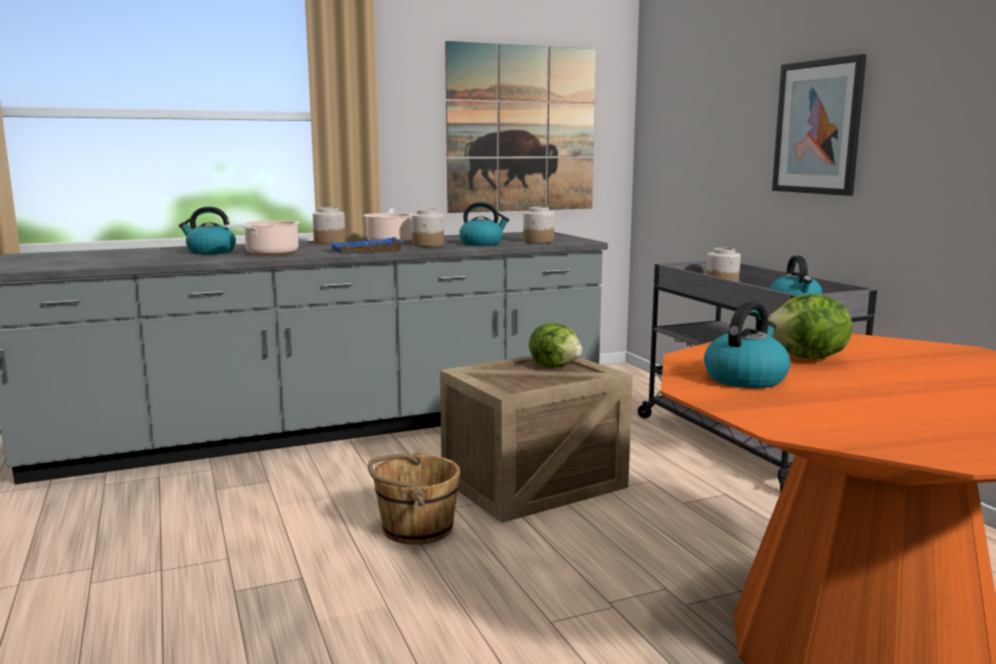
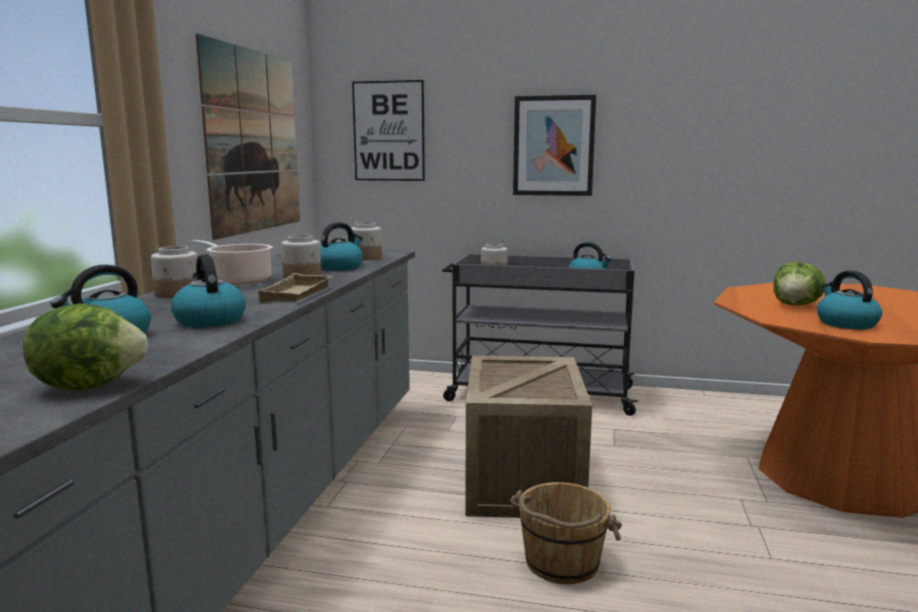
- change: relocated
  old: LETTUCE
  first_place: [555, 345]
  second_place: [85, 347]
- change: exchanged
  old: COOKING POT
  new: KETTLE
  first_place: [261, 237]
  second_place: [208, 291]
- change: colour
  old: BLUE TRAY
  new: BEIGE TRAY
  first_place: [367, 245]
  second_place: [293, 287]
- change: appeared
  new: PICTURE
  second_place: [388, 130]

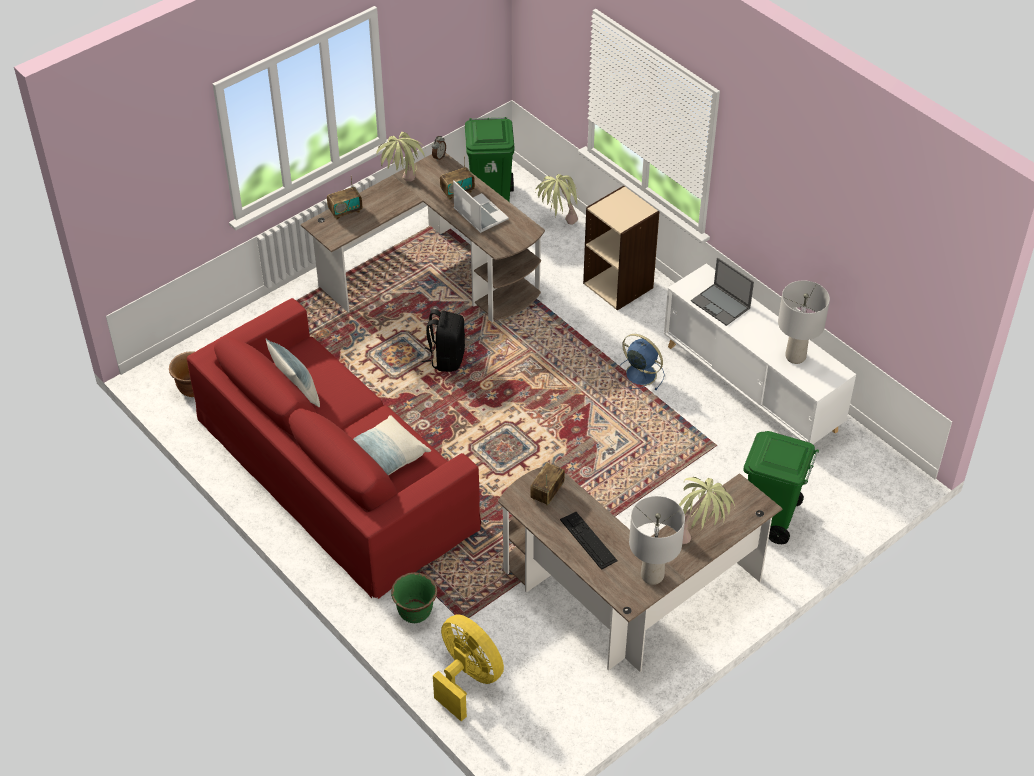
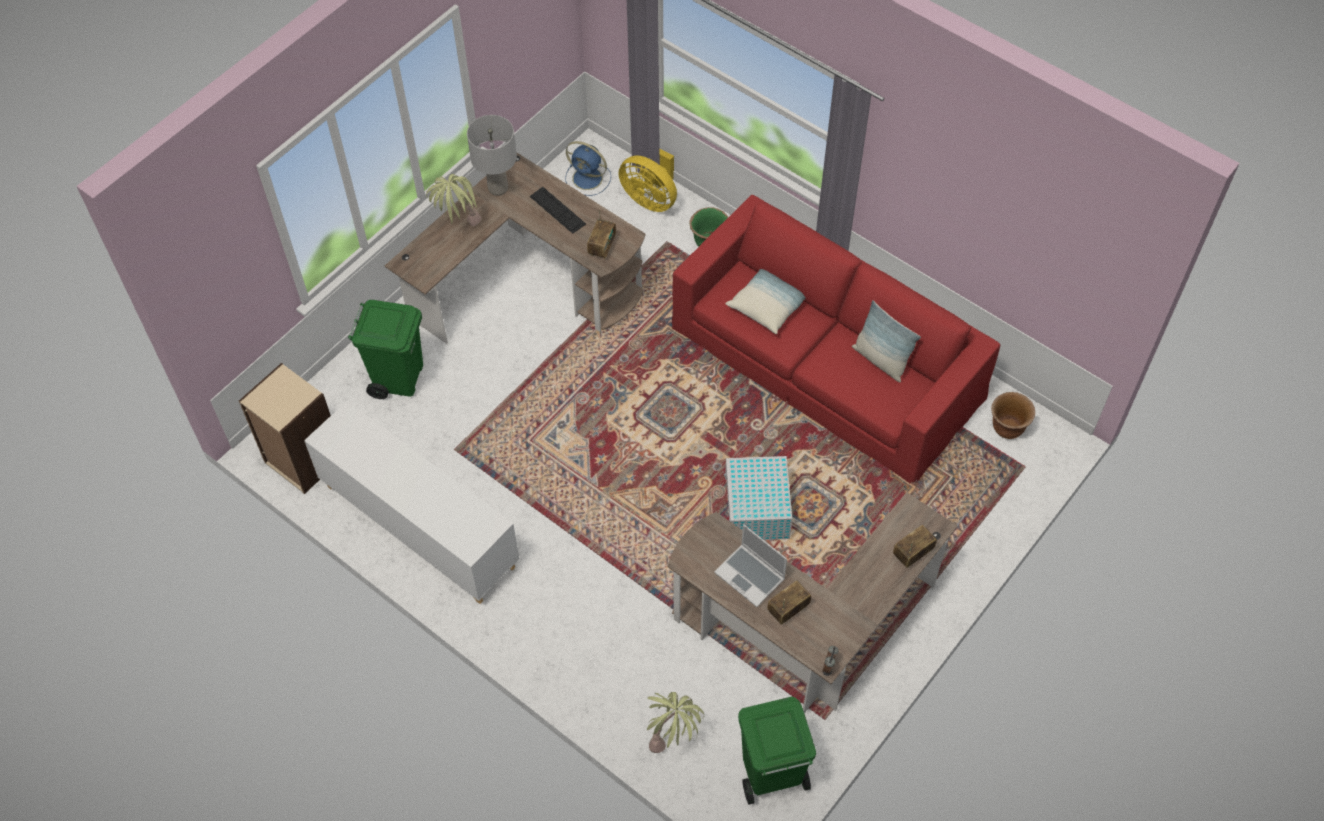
- change: relocated
  old: BEIGE BOOKCASE
  first_place: [621, 248]
  second_place: [285, 428]
- change: relocated
  old: BLUE FAN
  first_place: [642, 362]
  second_place: [588, 168]
- change: exchanged
  old: BLACK BACKPACK
  new: WHITE STORAGE BOX
  first_place: [443, 340]
  second_place: [758, 498]
- change: missing
  old: POTTED PLANT
  first_place: [400, 157]
- change: missing
  old: LAPTOP
  first_place: [722, 292]
- change: missing
  old: GREY TABLE LAMP
  first_place: [804, 322]

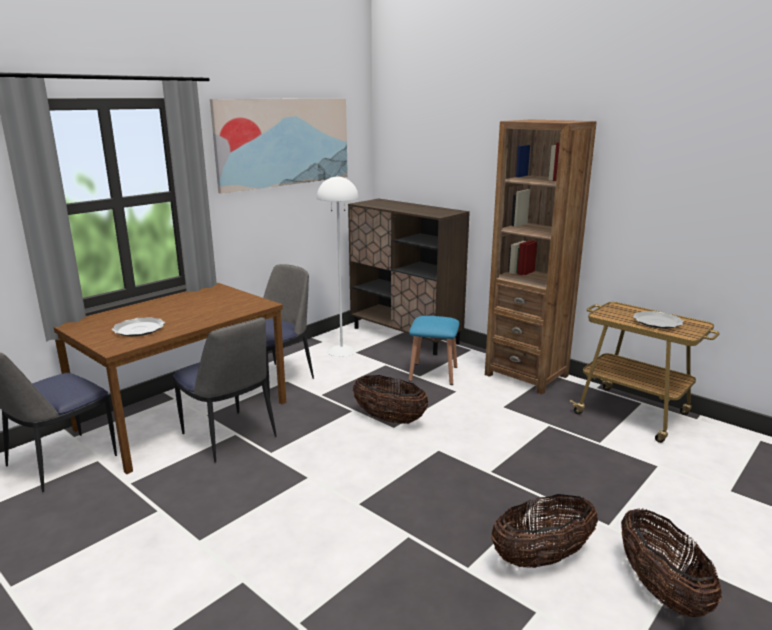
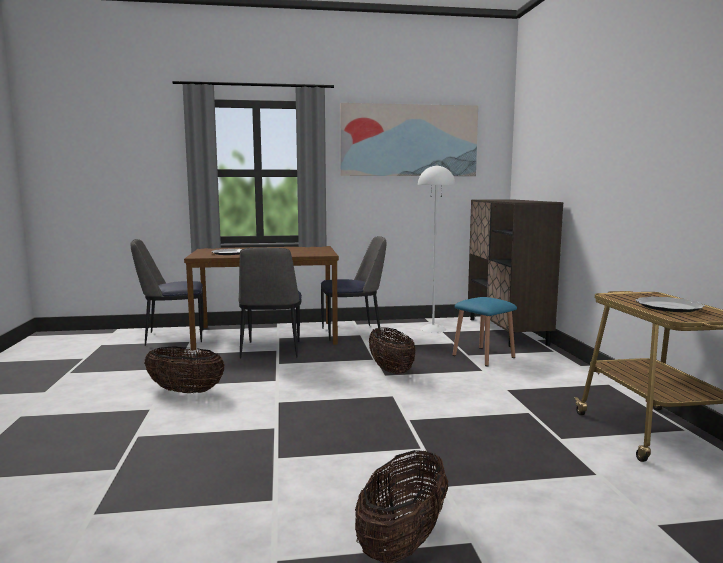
- change: relocated
  old: BASKET
  first_place: [545, 531]
  second_place: [184, 369]
- change: missing
  old: BROWN BOOKCASE
  first_place: [541, 256]

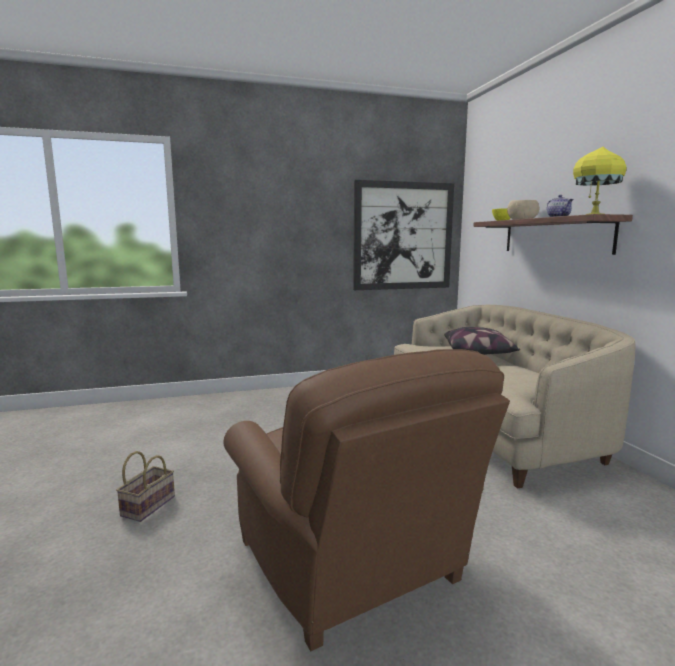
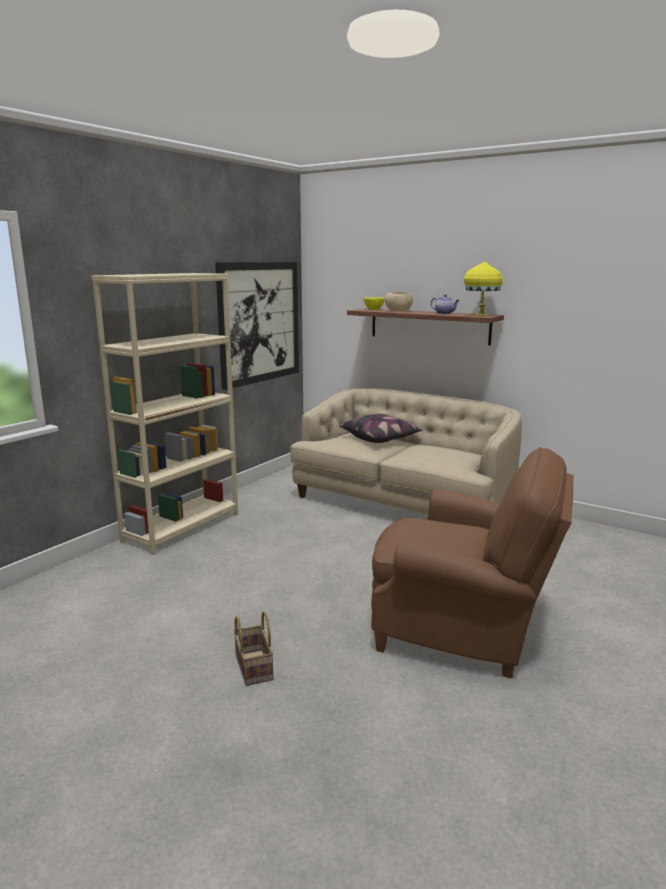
- change: appeared
  new: BEIGE BOOKCASE
  second_place: [164, 414]

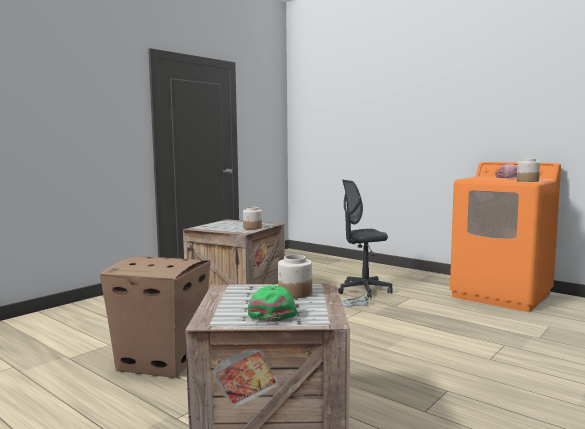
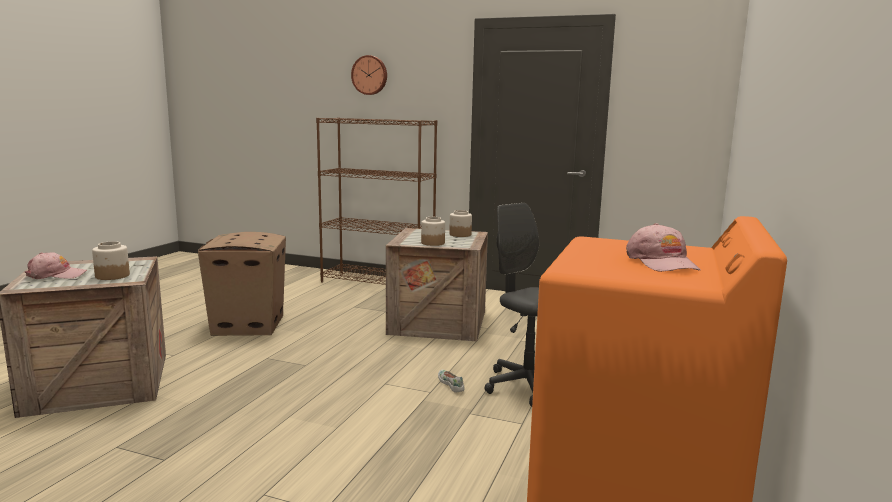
- change: colour
  old: GREEN CAP
  new: PINK CAP
  first_place: [272, 303]
  second_place: [56, 265]
- change: appeared
  new: BROWN BOOKCASE
  second_place: [376, 201]
- change: appeared
  new: WALL CLOCK
  second_place: [369, 75]
- change: relocated
  old: JAR
  first_place: [528, 170]
  second_place: [460, 223]

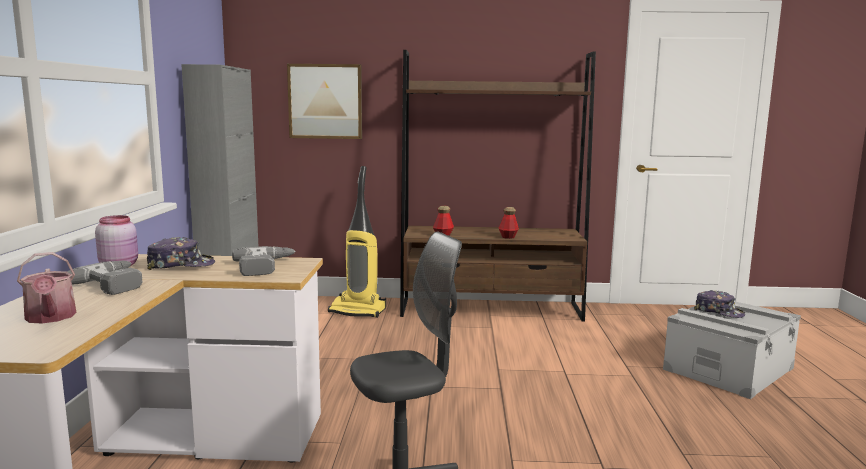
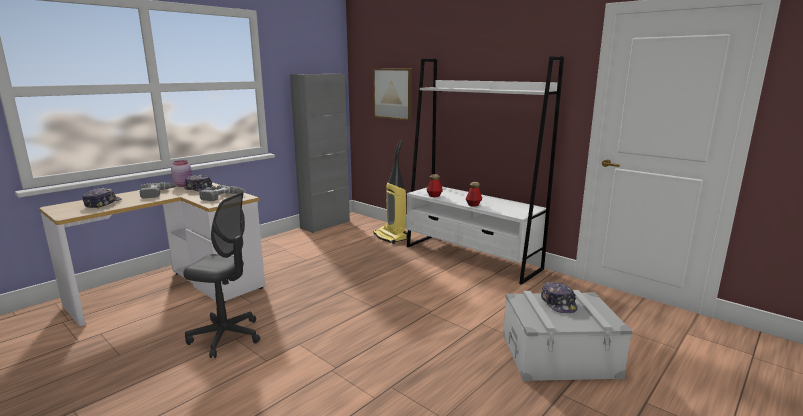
- change: exchanged
  old: WATERING CAN
  new: CAP
  first_place: [46, 288]
  second_place: [102, 198]
- change: colour
  old: BROWN BOOKCASE
  new: WHITE BOOKCASE
  first_place: [498, 185]
  second_place: [485, 170]

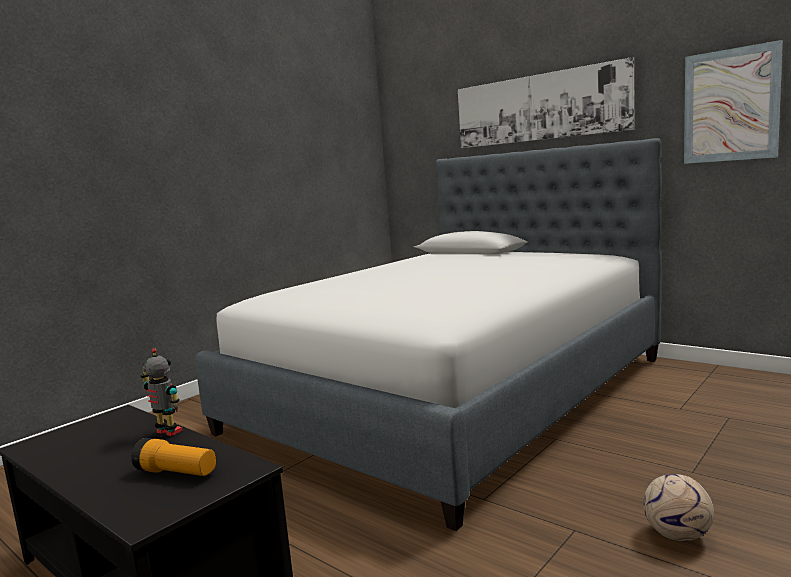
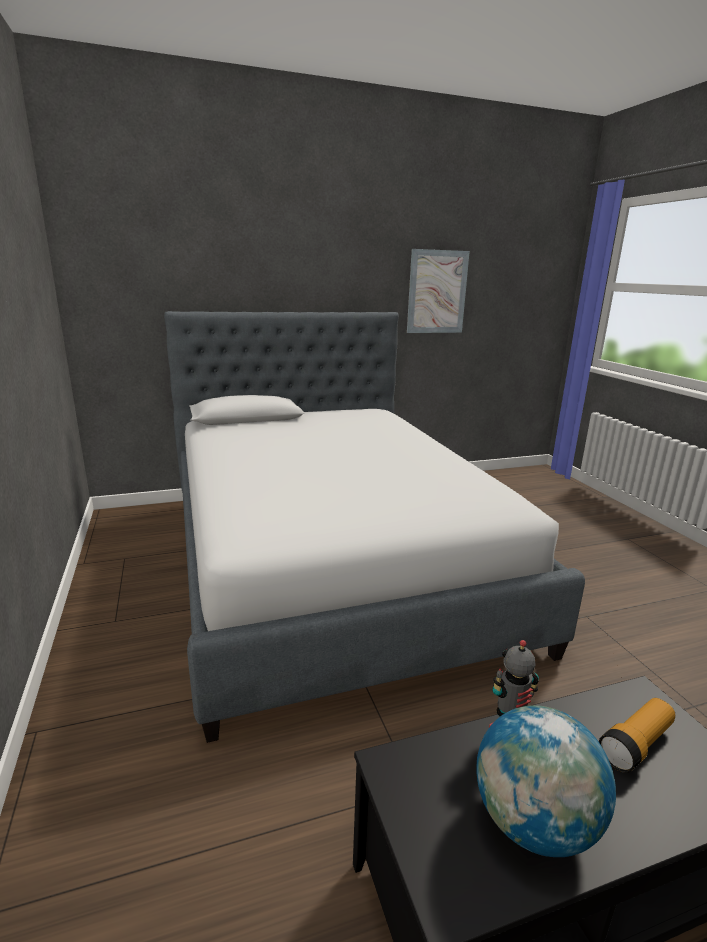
- change: appeared
  new: GLOBE
  second_place: [546, 781]
- change: missing
  old: PICTURE
  first_place: [546, 102]
- change: missing
  old: FOOTBALL
  first_place: [678, 507]

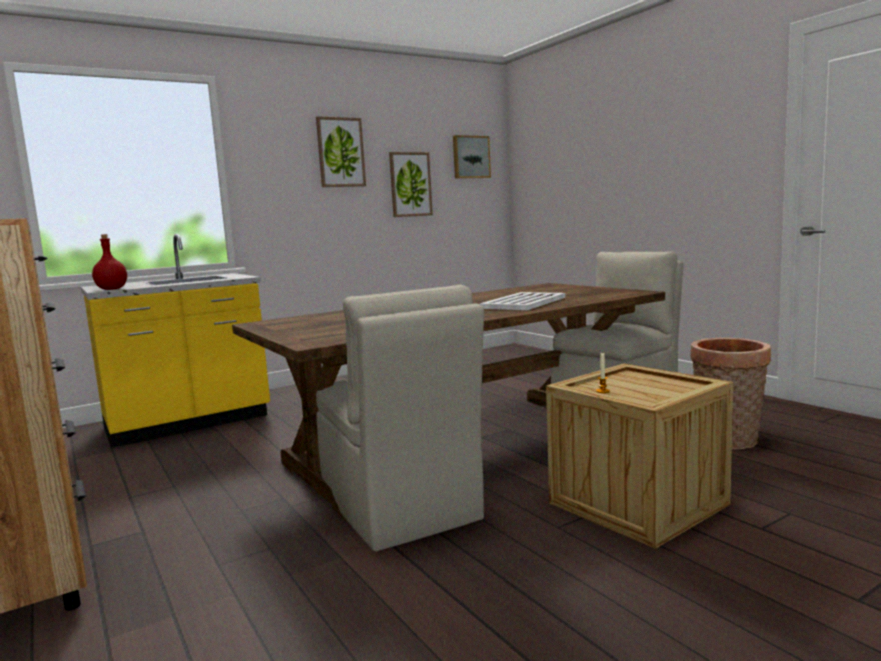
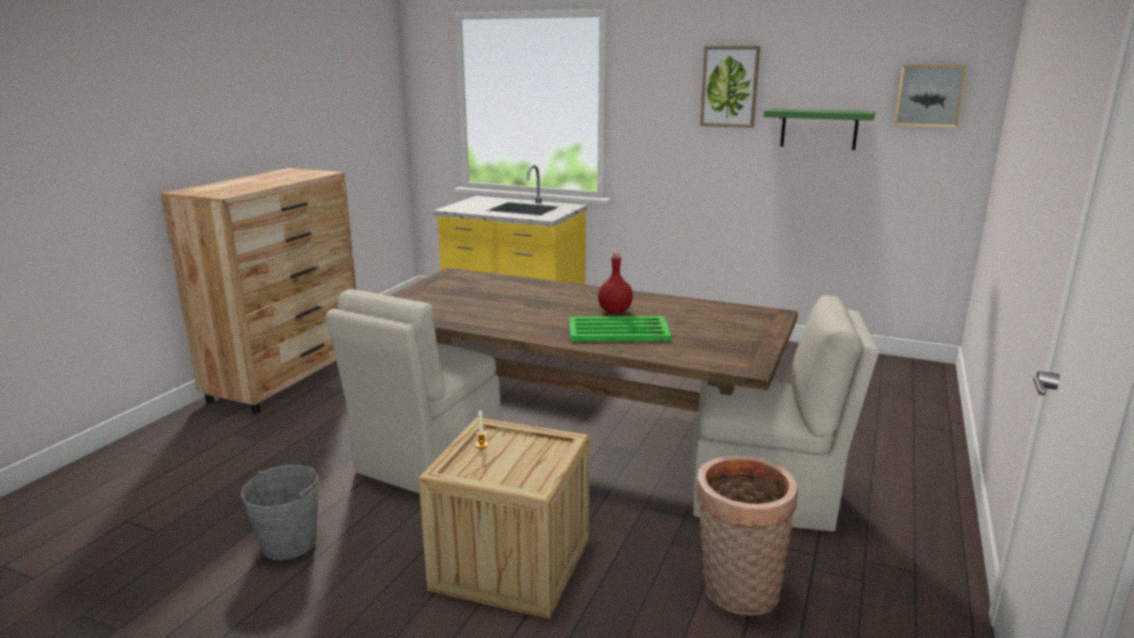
- change: appeared
  new: GREY BUCKET
  second_place: [280, 512]
- change: colour
  old: WHITE TRAY
  new: GREEN TRAY
  first_place: [522, 301]
  second_place: [620, 328]
- change: relocated
  old: RED BOTTLE
  first_place: [109, 262]
  second_place: [615, 282]
- change: exchanged
  old: PICTURE
  new: GREEN SHELF
  first_place: [411, 184]
  second_place: [819, 129]

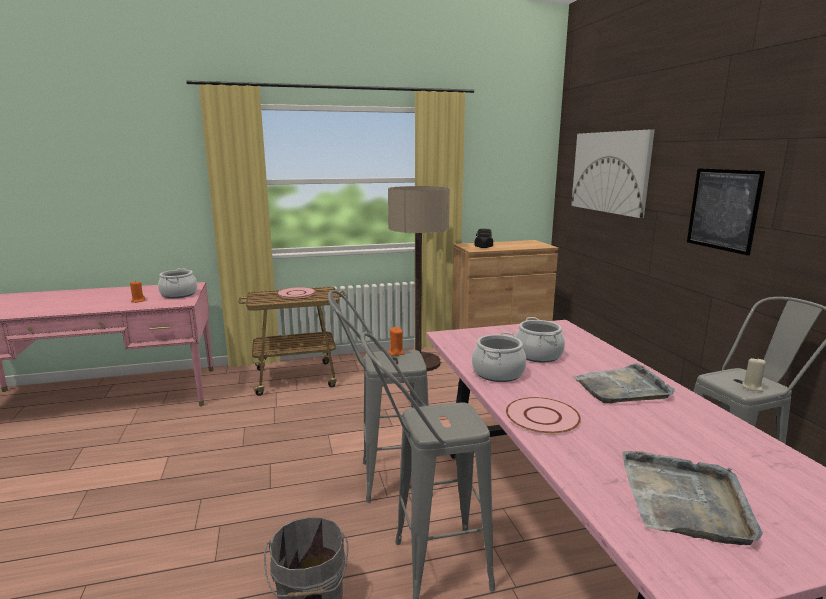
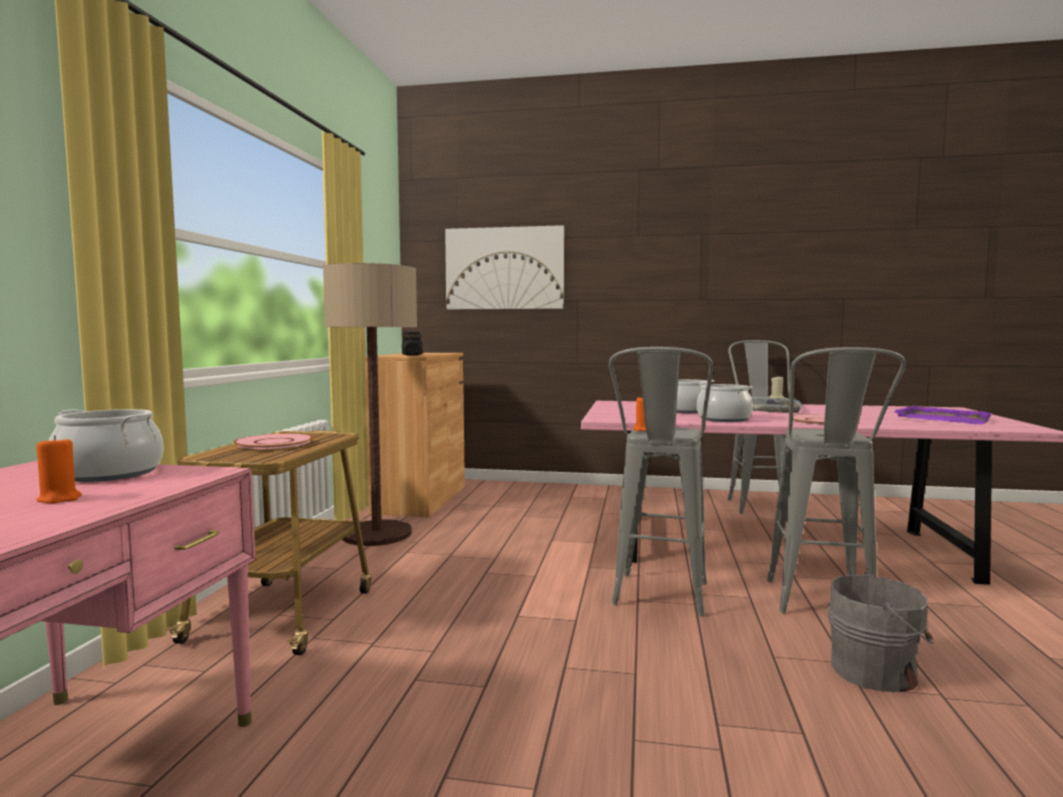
- change: colour
  old: GREY TRAY
  new: PURPLE TRAY
  first_place: [692, 498]
  second_place: [943, 414]
- change: missing
  old: PICTURE
  first_place: [726, 212]

